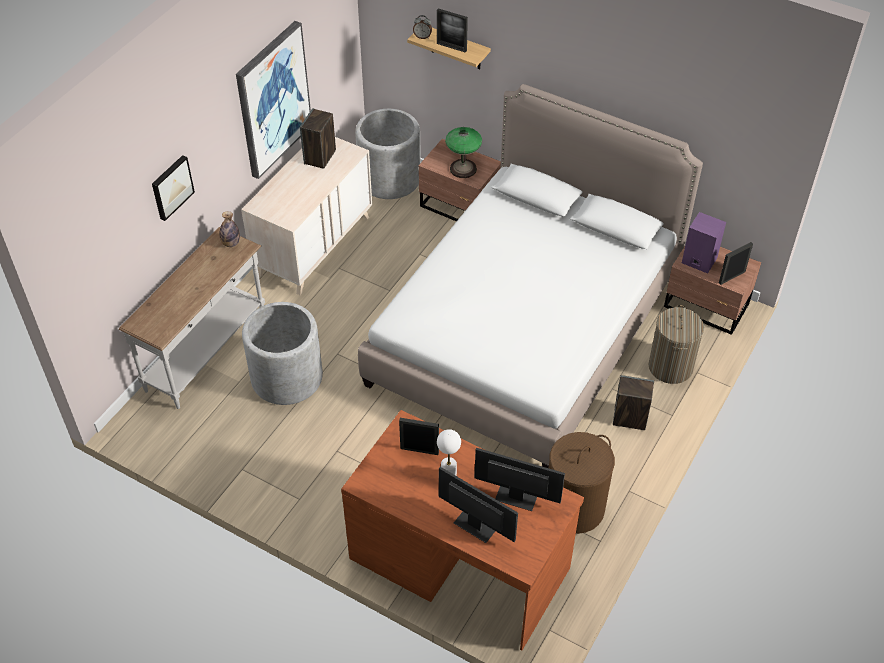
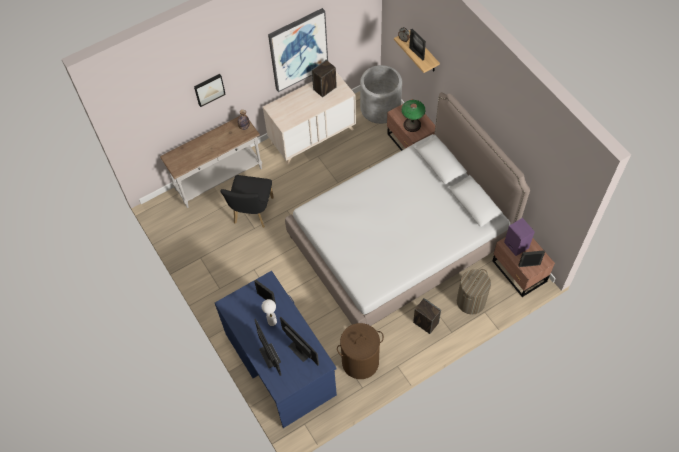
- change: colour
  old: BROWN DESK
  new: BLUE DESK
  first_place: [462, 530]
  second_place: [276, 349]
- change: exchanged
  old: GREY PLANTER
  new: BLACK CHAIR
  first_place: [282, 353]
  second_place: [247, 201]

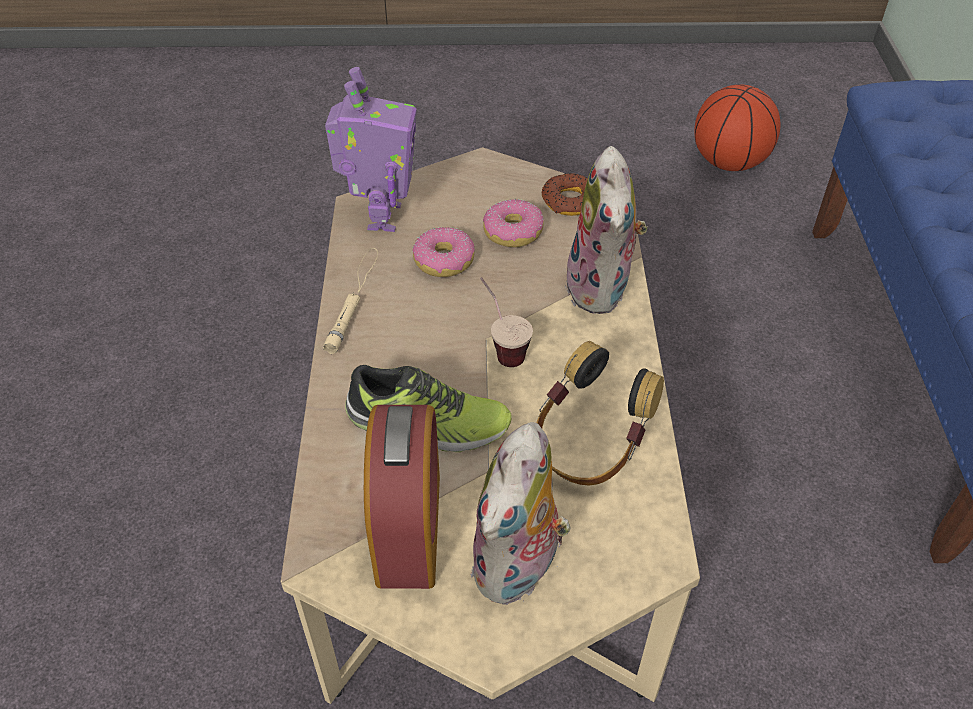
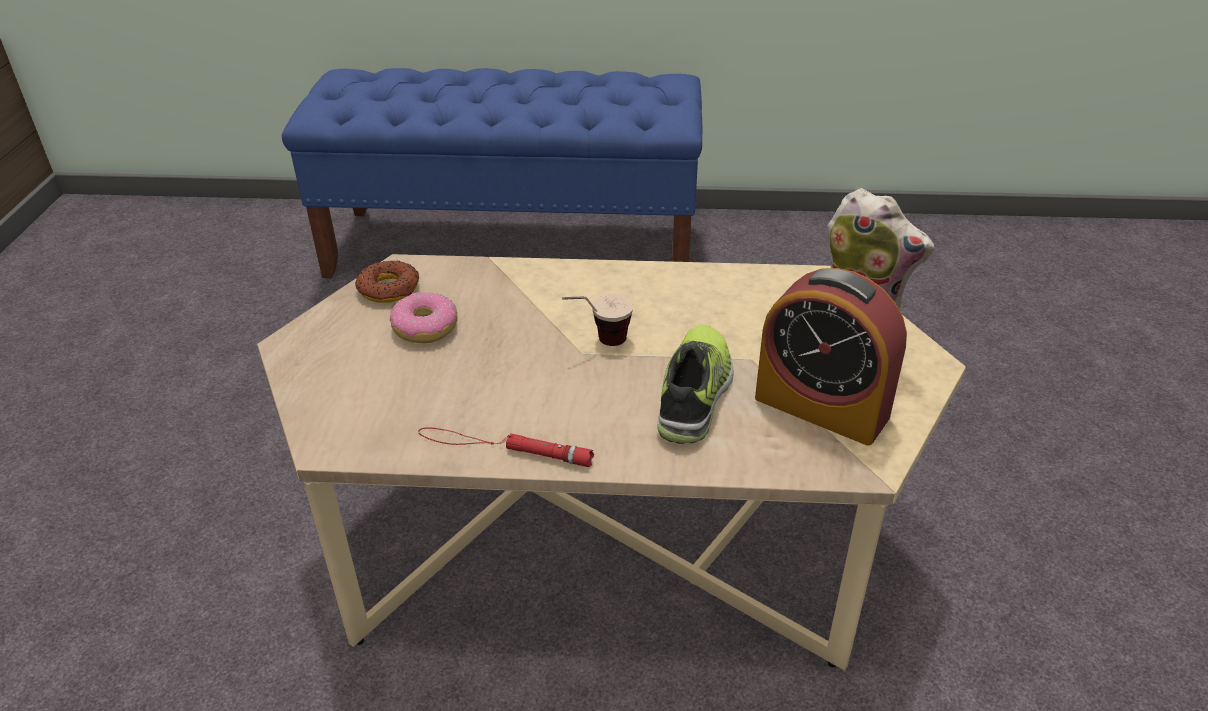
- change: colour
  old: BEIGE FLASHLIGHT
  new: RED FLASHLIGHT
  first_place: [350, 301]
  second_place: [506, 447]
- change: spun
  old: ALARM CLOCK
  first_place: [402, 497]
  second_place: [831, 357]
  degrees: -150
- change: missing
  old: TOY ROBOT
  first_place: [371, 149]
- change: missing
  old: DONUT
  first_place: [444, 252]
- change: missing
  old: HEADPHONES
  first_place: [600, 413]
- change: missing
  old: PLUSH TOY
  first_place: [606, 230]
- change: missing
  old: BASKETBALL
  first_place: [737, 127]

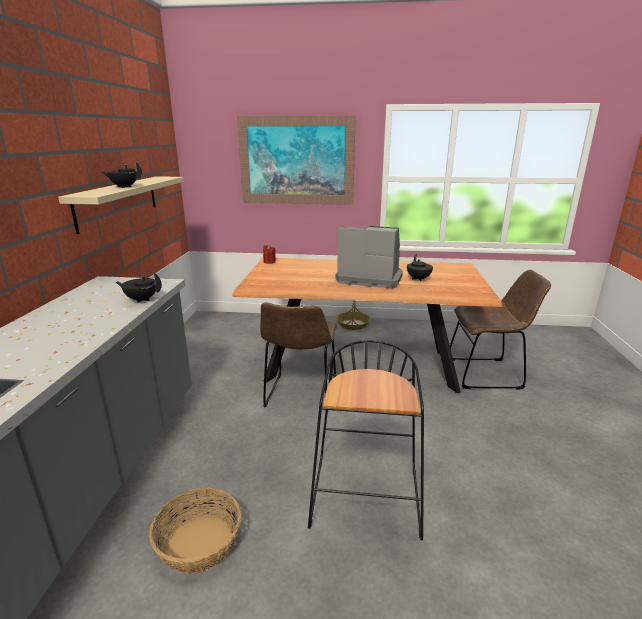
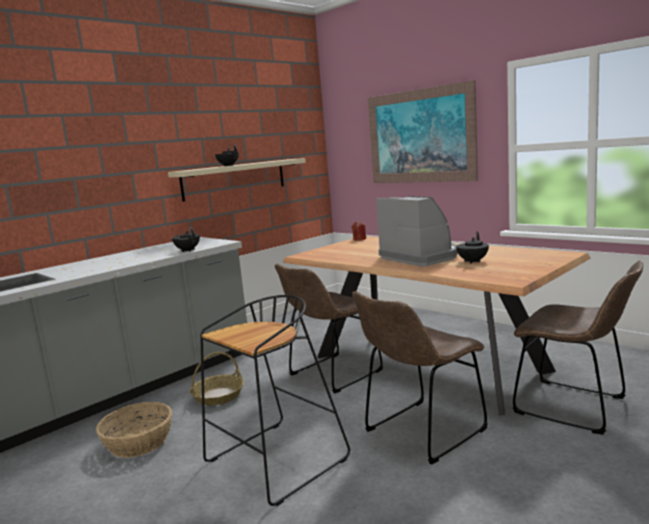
- change: relocated
  old: BASKET
  first_place: [353, 315]
  second_place: [217, 378]
- change: appeared
  new: BROWN CHAIR
  second_place: [420, 377]

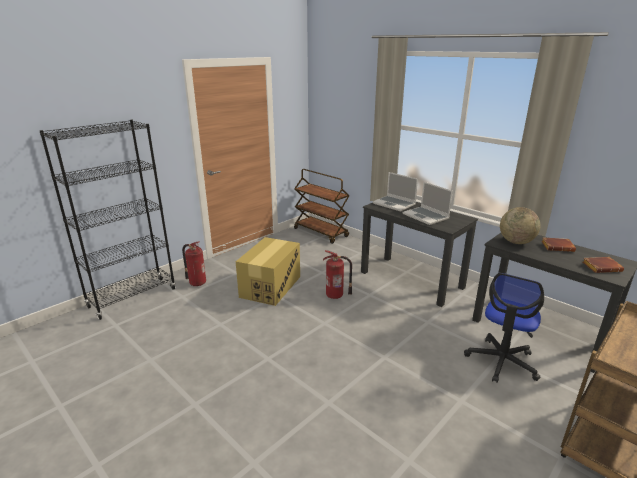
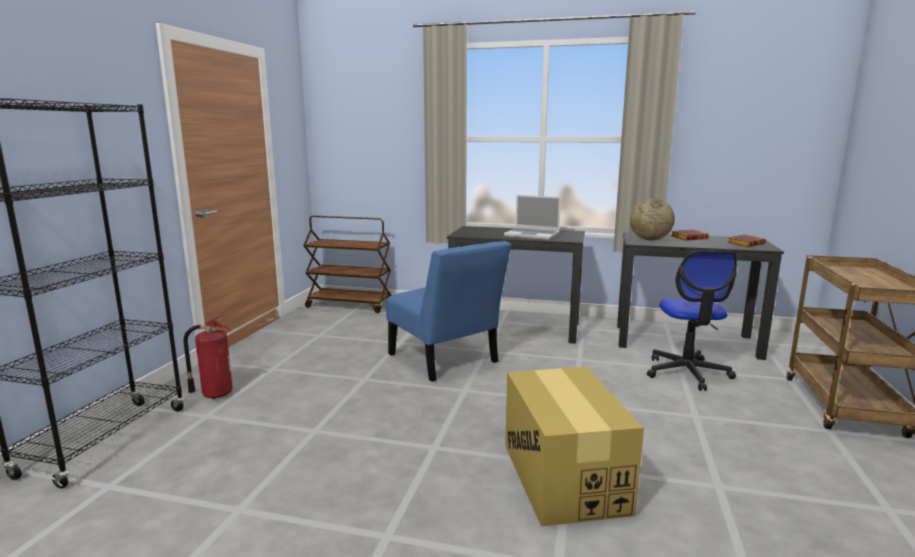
- change: exchanged
  old: FIRE EXTINGUISHER
  new: BLUE CHAIR
  first_place: [337, 274]
  second_place: [448, 311]
- change: relocated
  old: CARDBOARD BOX
  first_place: [268, 271]
  second_place: [574, 447]
- change: missing
  old: LAPTOP
  first_place: [395, 191]

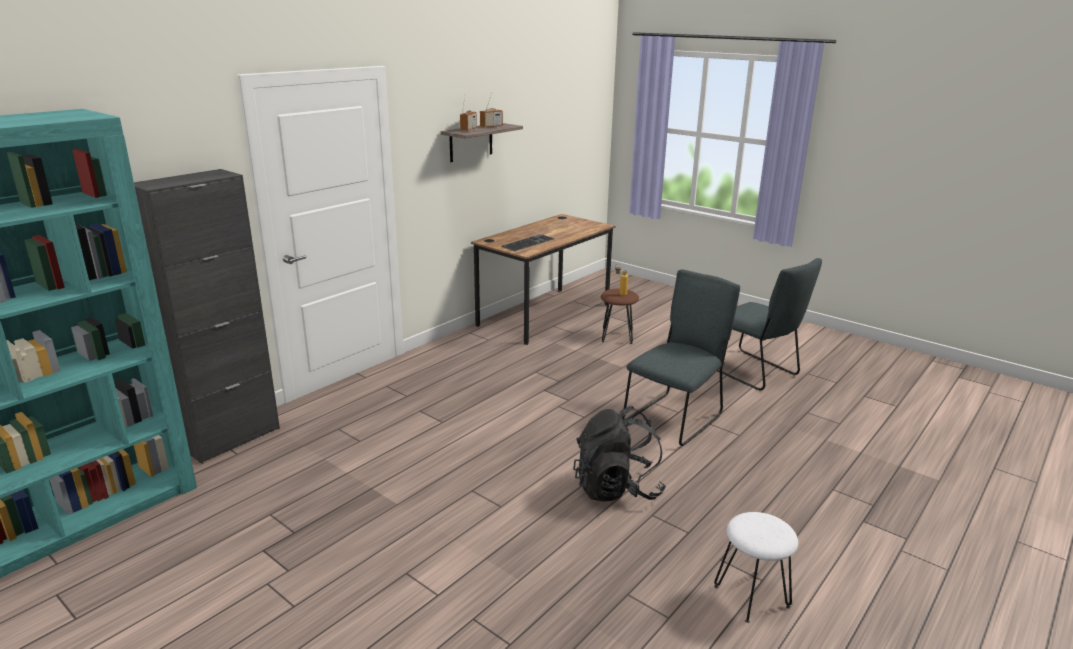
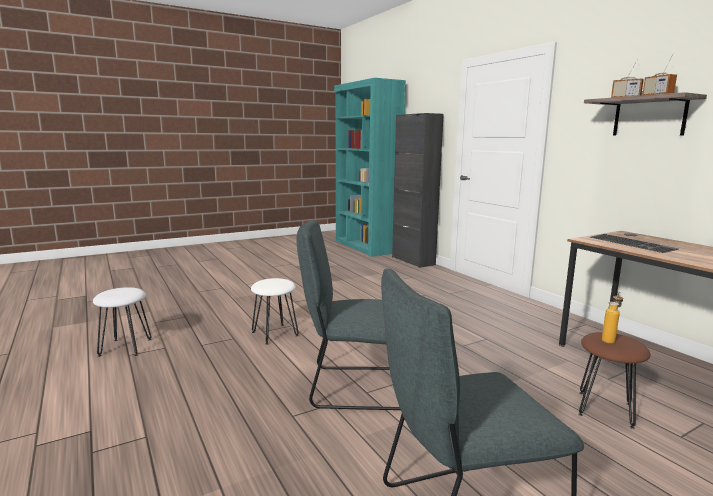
- change: exchanged
  old: BLACK BACKPACK
  new: WHITE STOOL
  first_place: [619, 454]
  second_place: [275, 311]
- change: spun
  old: GREY CHAIR
  first_place: [681, 358]
  second_place: [349, 315]
  degrees: 120

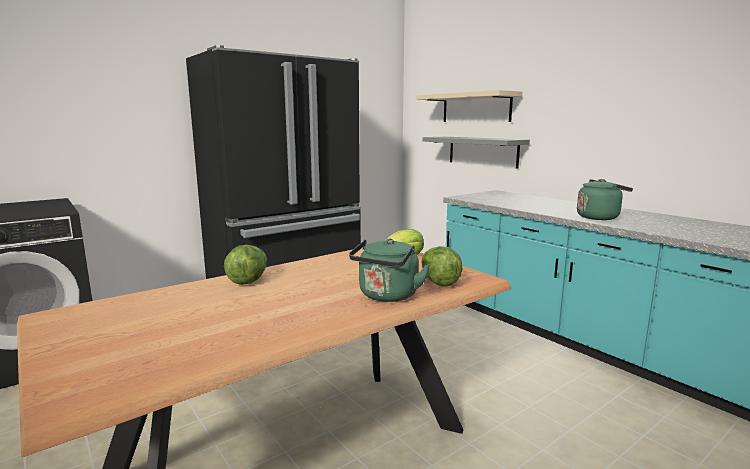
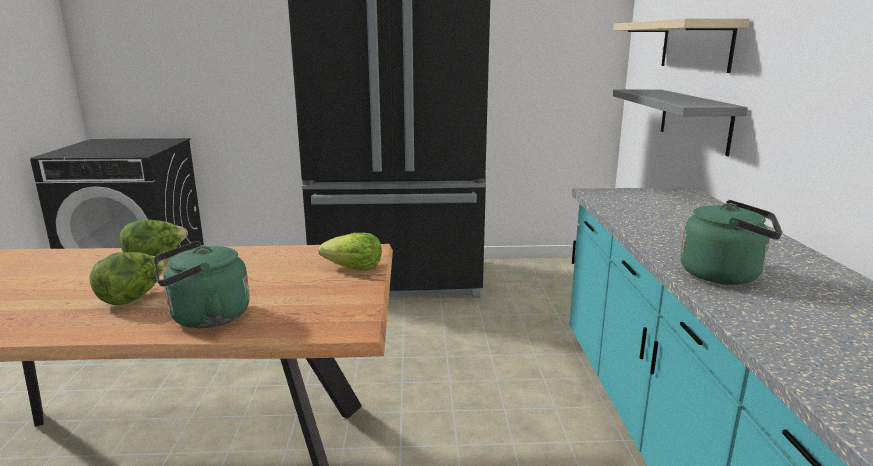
- change: relocated
  old: LETTUCE
  first_place: [442, 266]
  second_place: [127, 278]

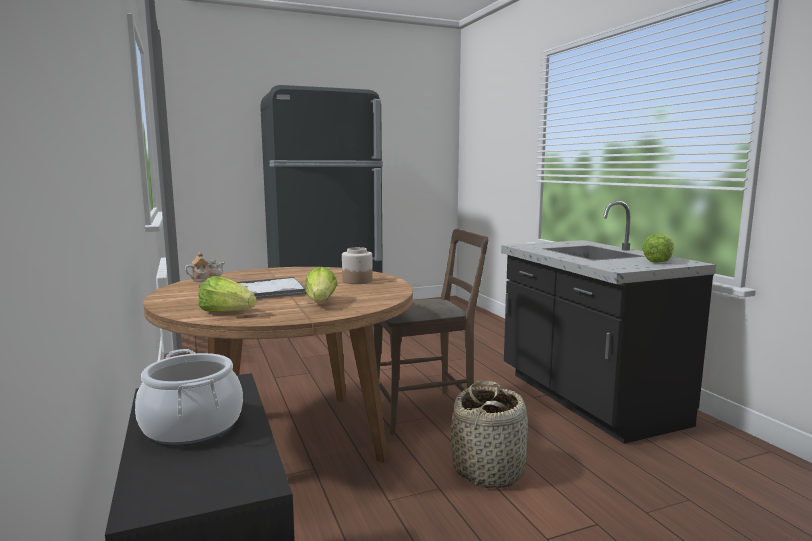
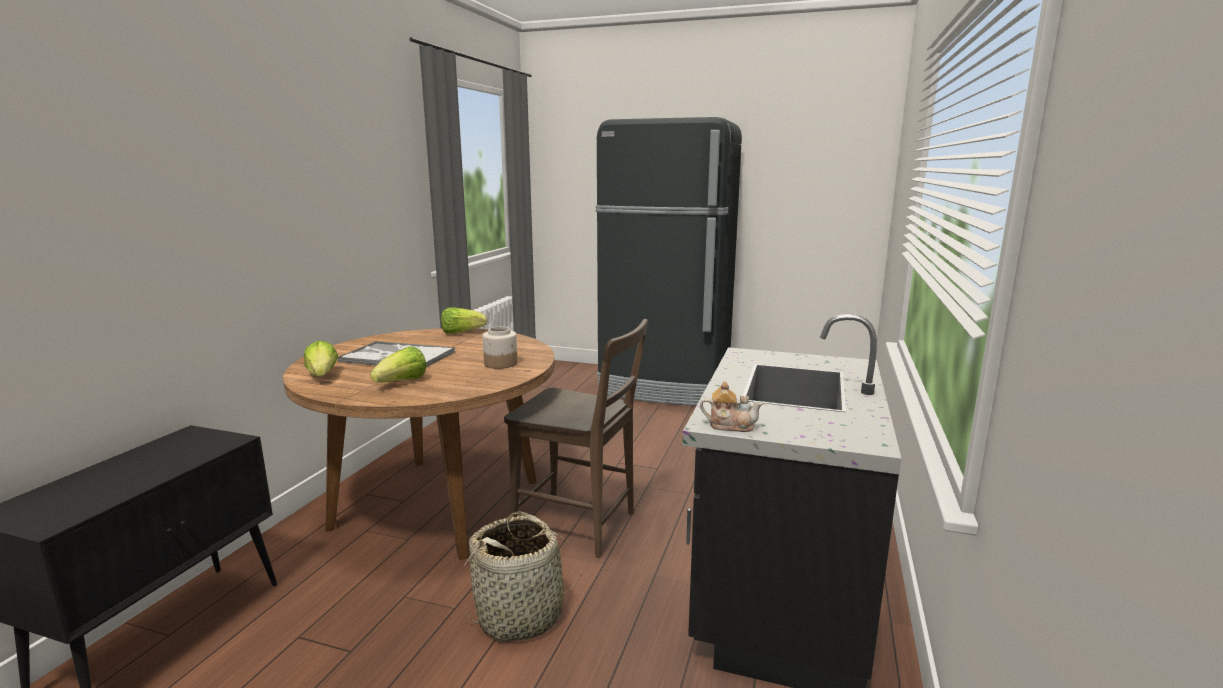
- change: relocated
  old: LETTUCE
  first_place: [658, 248]
  second_place: [464, 320]
- change: relocated
  old: TEAPOT
  first_place: [205, 267]
  second_place: [731, 406]
- change: missing
  old: COOKING POT
  first_place: [189, 397]

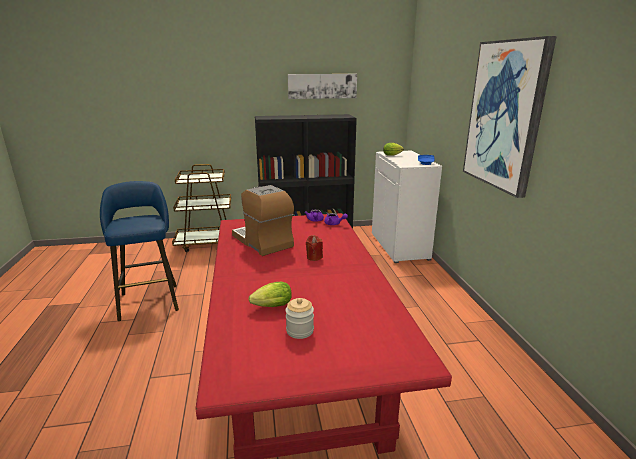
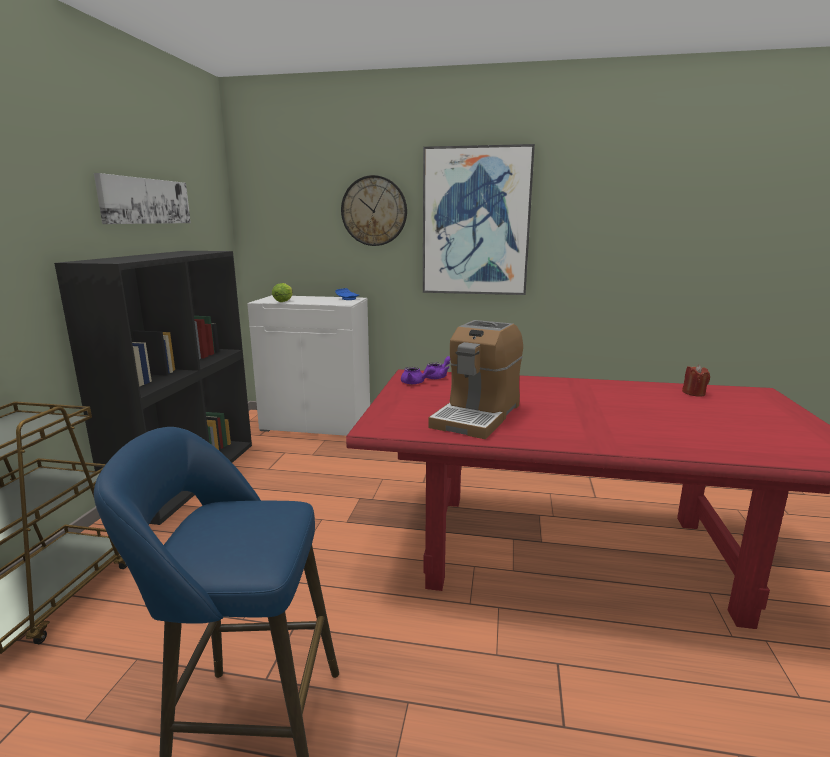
- change: appeared
  new: WALL CLOCK
  second_place: [374, 210]
- change: spun
  old: COFFEE MACHINE
  first_place: [263, 220]
  second_place: [476, 379]
  degrees: -45
- change: relocated
  old: RED CANDLE
  first_place: [314, 248]
  second_place: [696, 380]
- change: missing
  old: LETTUCE
  first_place: [270, 294]
- change: missing
  old: JAR
  first_place: [299, 318]

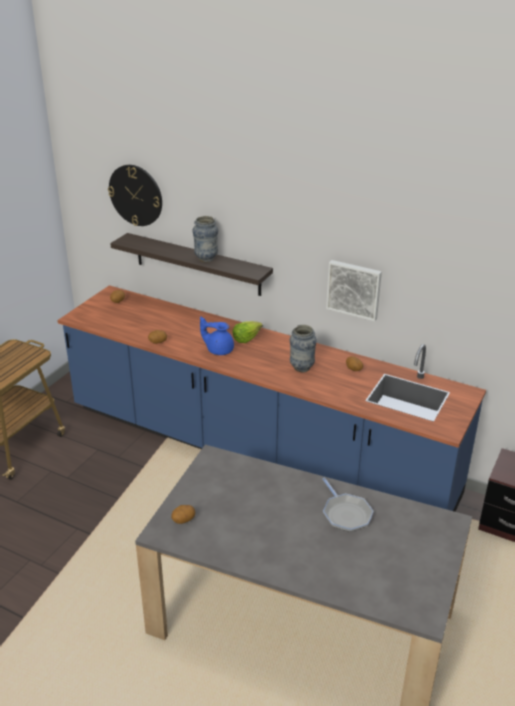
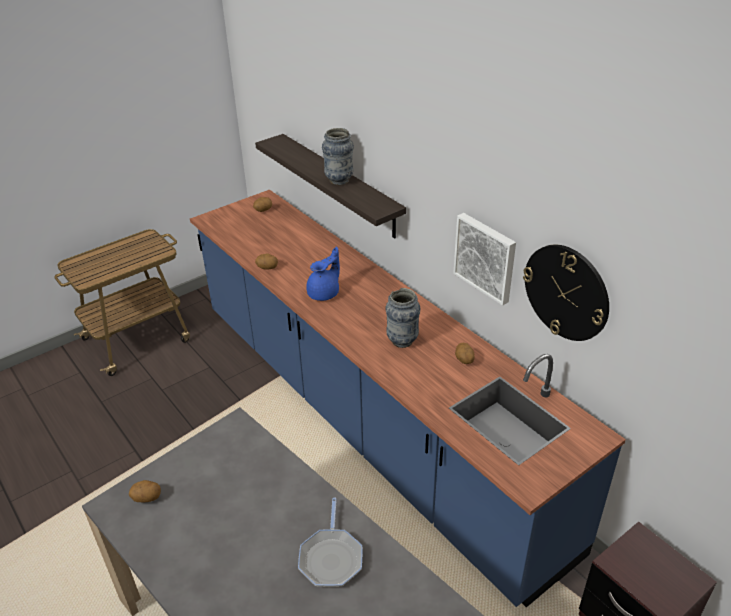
- change: spun
  old: BLUE TEAPOT
  first_place: [217, 336]
  second_place: [323, 274]
  degrees: 90
- change: relocated
  old: WALL CLOCK
  first_place: [135, 195]
  second_place: [566, 293]
- change: missing
  old: LETTUCE
  first_place: [247, 332]

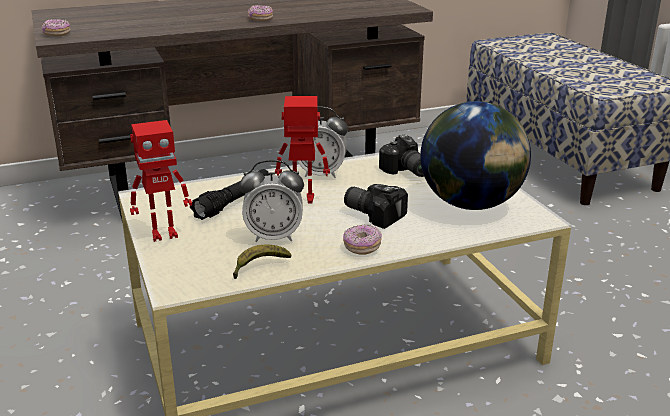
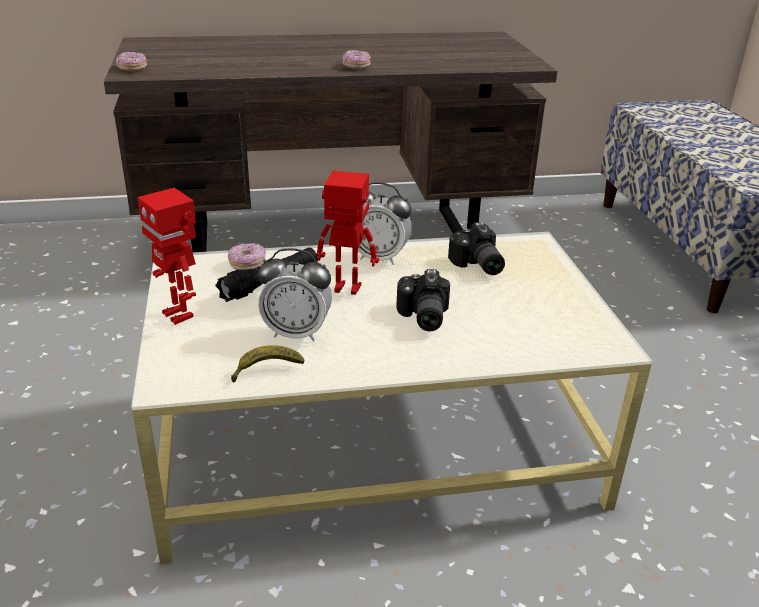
- change: spun
  old: TOY ROBOT
  first_place: [161, 181]
  second_place: [166, 256]
  degrees: 60
- change: relocated
  old: DONUT
  first_place: [362, 239]
  second_place: [247, 256]
- change: spun
  old: PHOTO CAMERA
  first_place: [376, 206]
  second_place: [423, 300]
  degrees: -135
- change: missing
  old: GLOBE
  first_place: [475, 155]

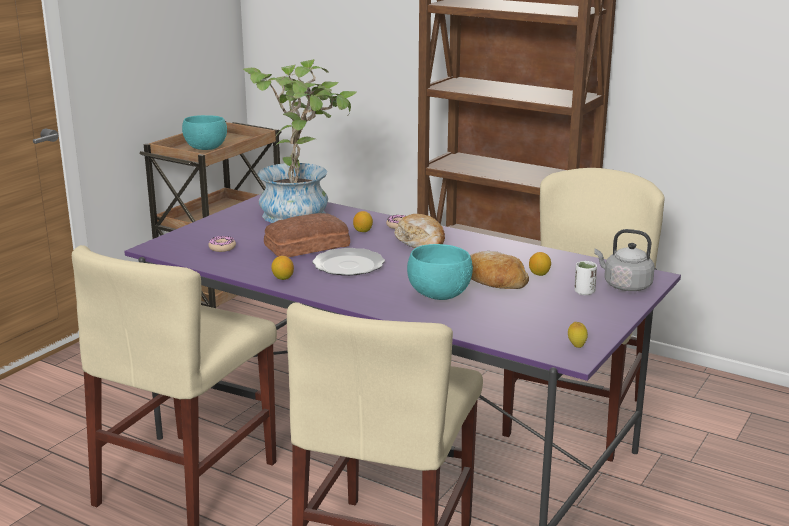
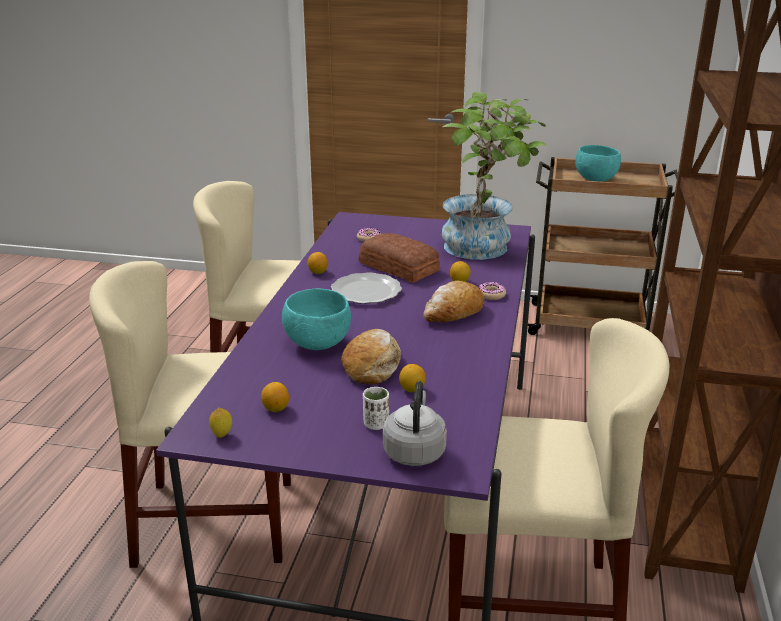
- change: appeared
  new: LEMON
  second_place: [275, 397]

